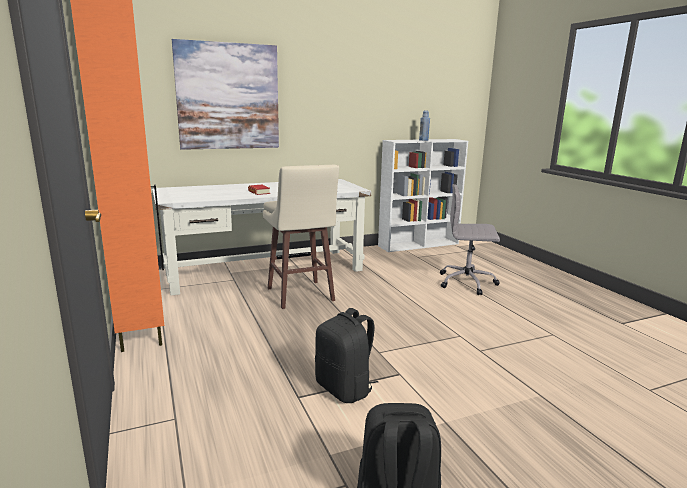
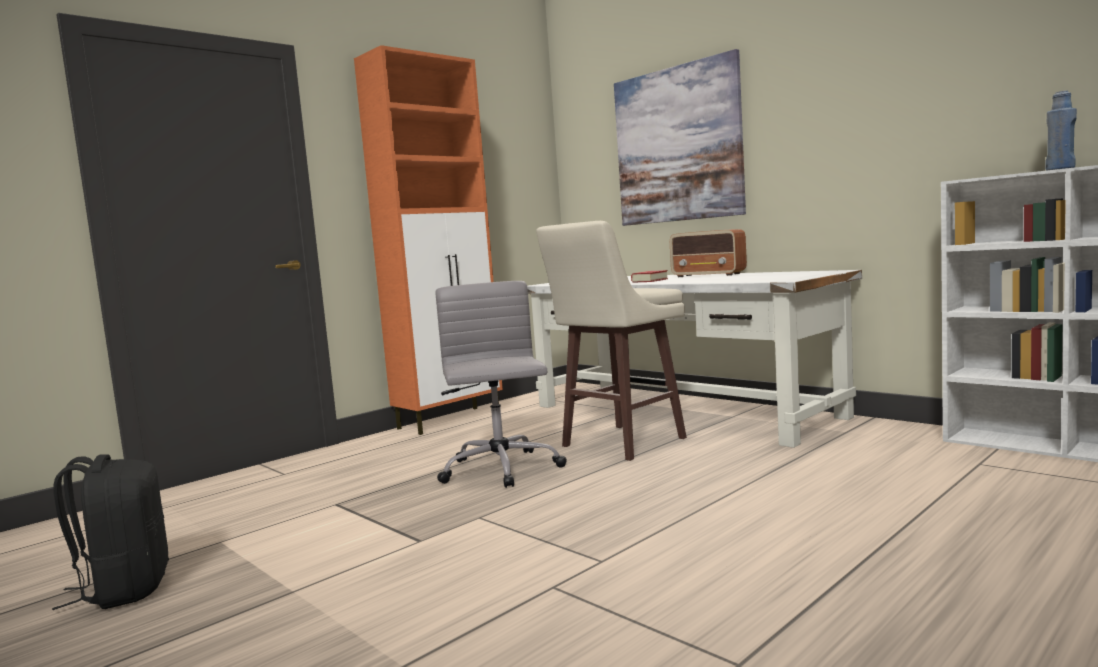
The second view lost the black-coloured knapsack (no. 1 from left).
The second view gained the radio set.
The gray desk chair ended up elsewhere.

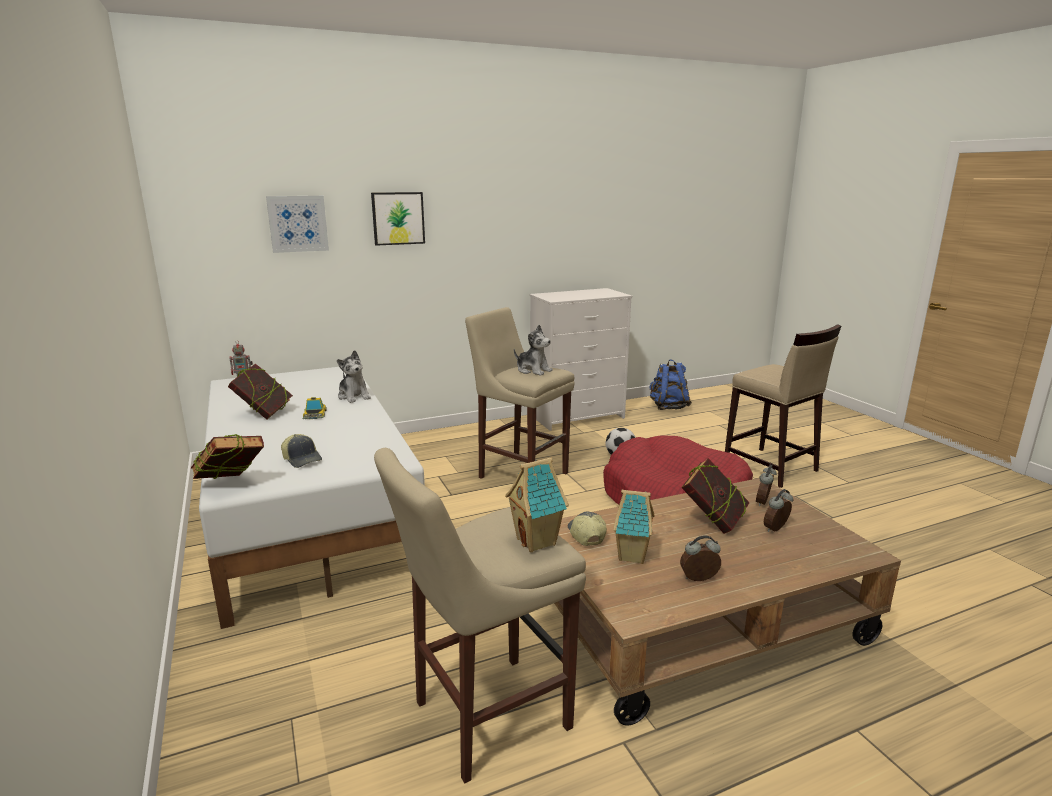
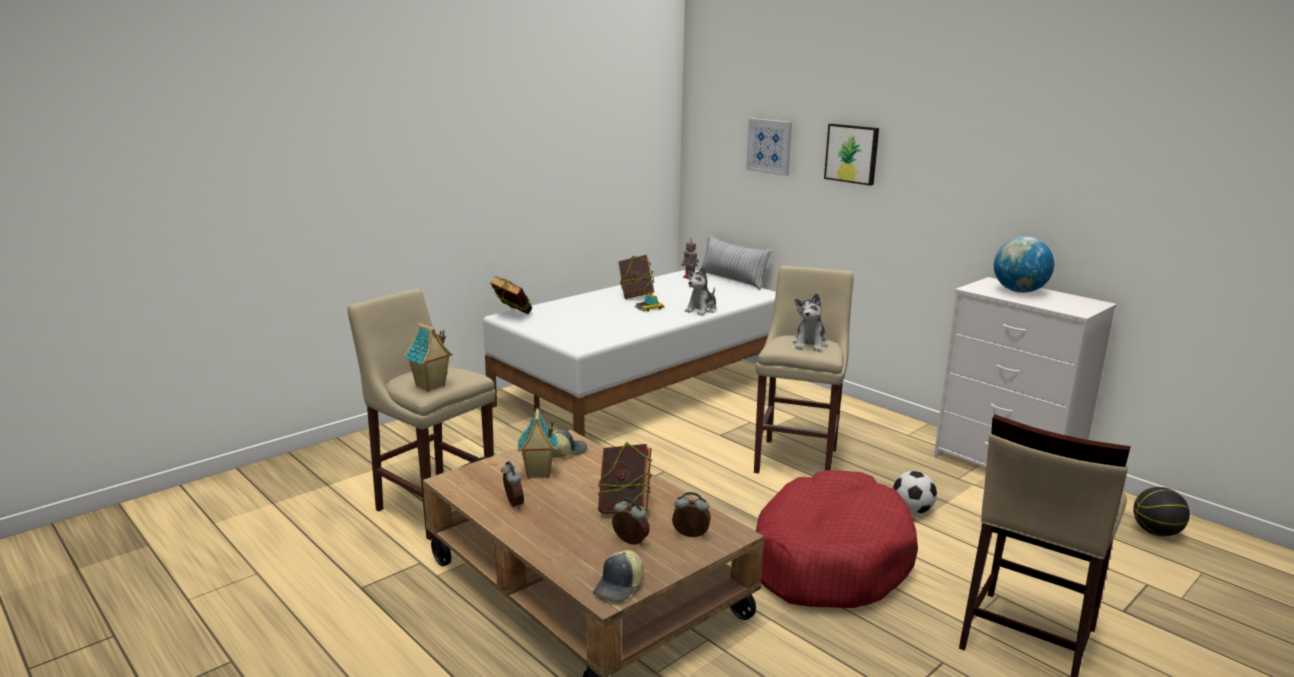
The second view gained the throw pillow.
The second view gained the desk globe.
The baseball cap (no. 1 from left in the first image) ended up elsewhere.
Where the blue-coloured knapsack stood, the basketball ball came to stand.

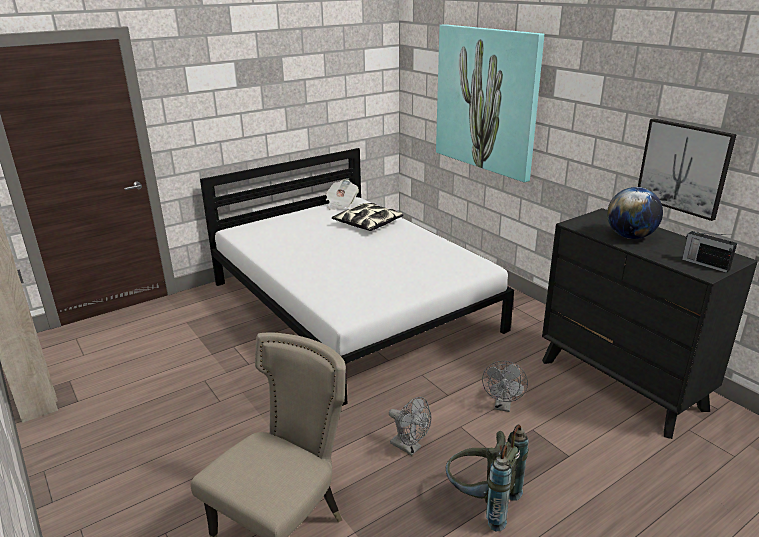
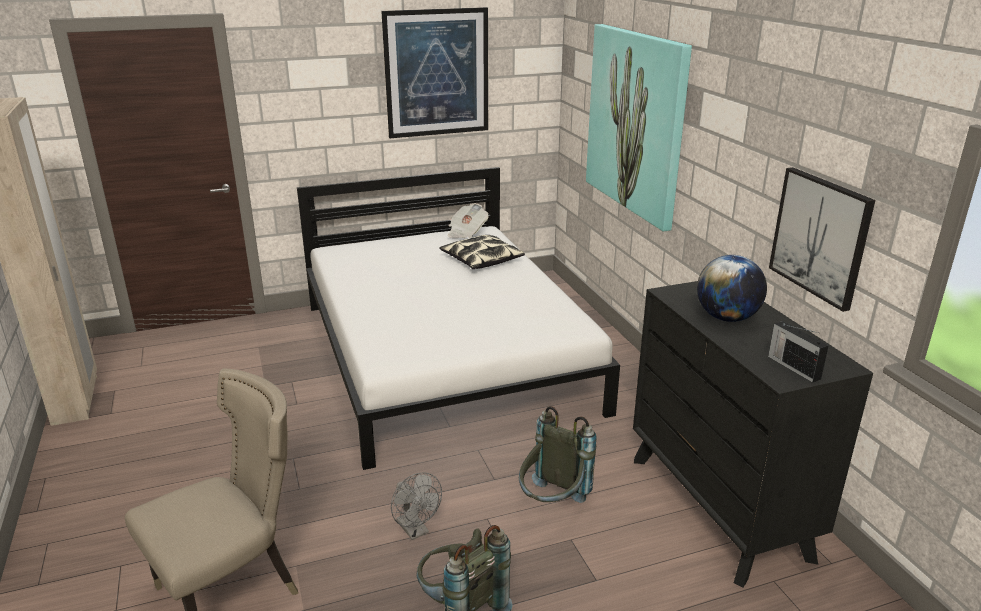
The second view gained the picture (no. 1 from left).
Where the gray cooling fan (no. 2 from left) stood, the gray knapsack (no. 2 from left) came to stand.

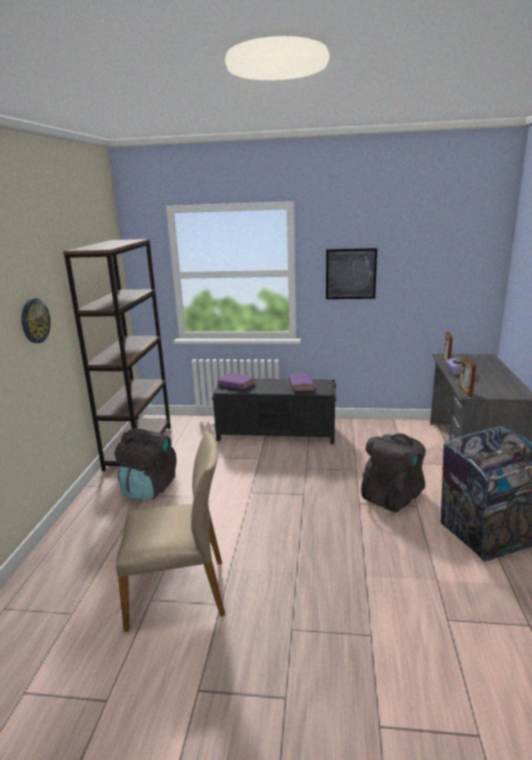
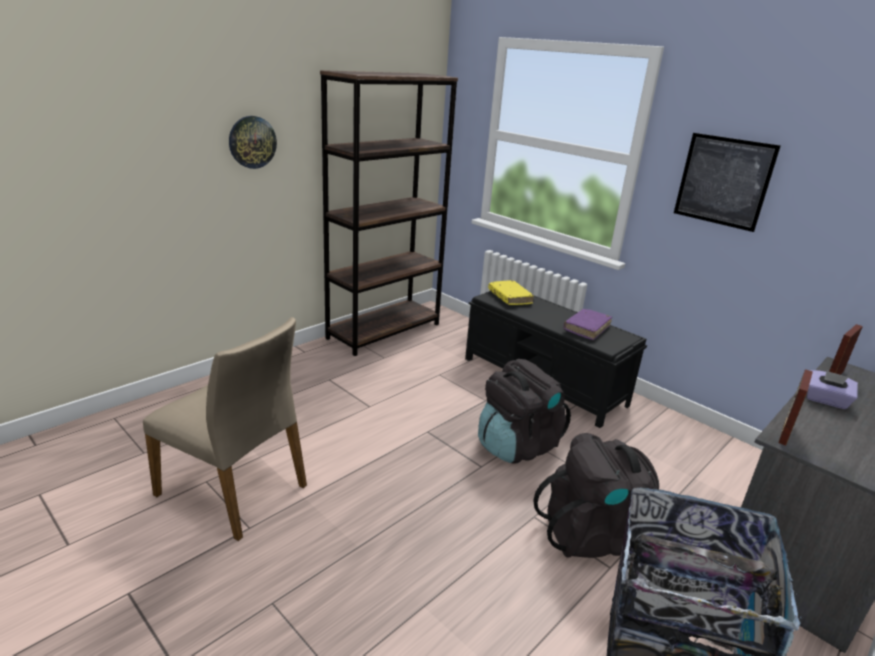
The black-coloured knapsack (no. 1 from left) ended up elsewhere.
What was the purple book (no. 1 from left) turned into the yellowish book.

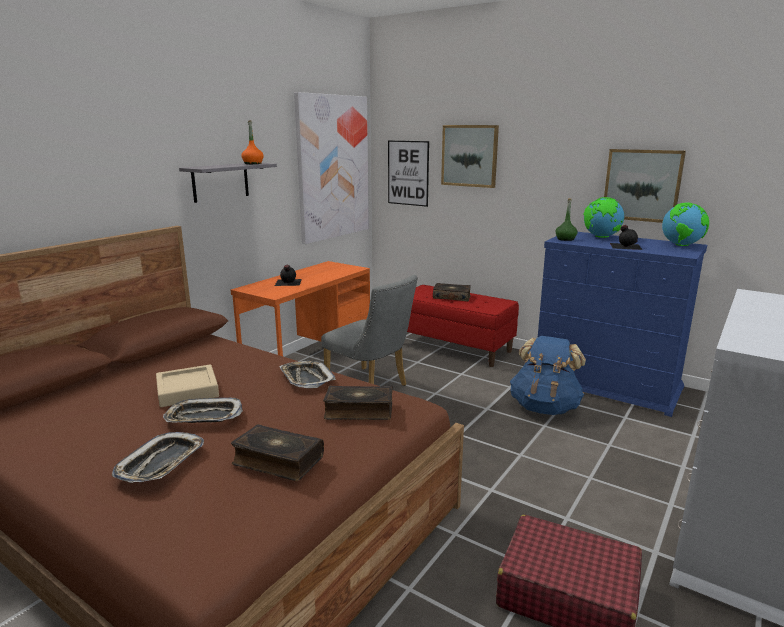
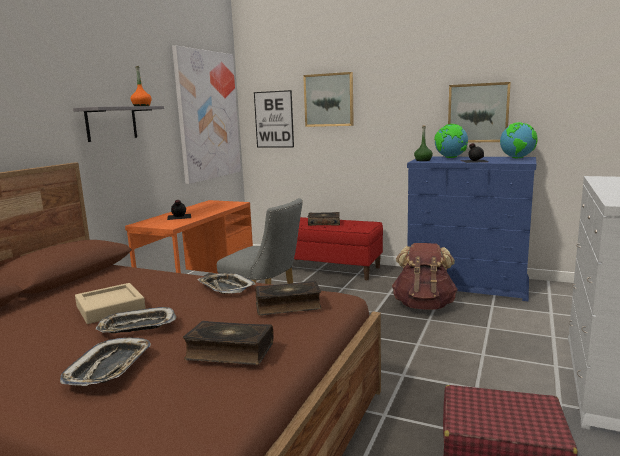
What was the blue-coloured knapsack turned into the brown knapsack.

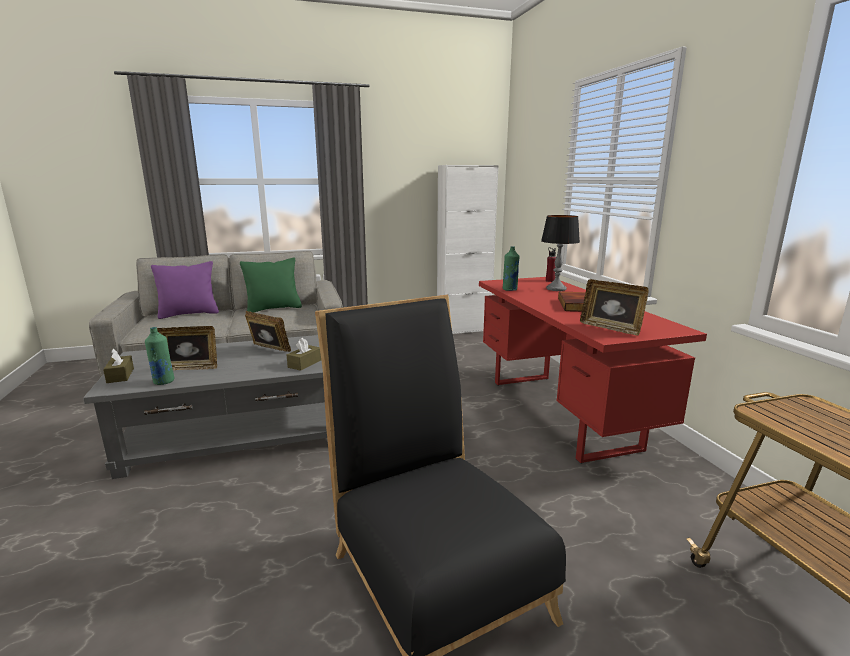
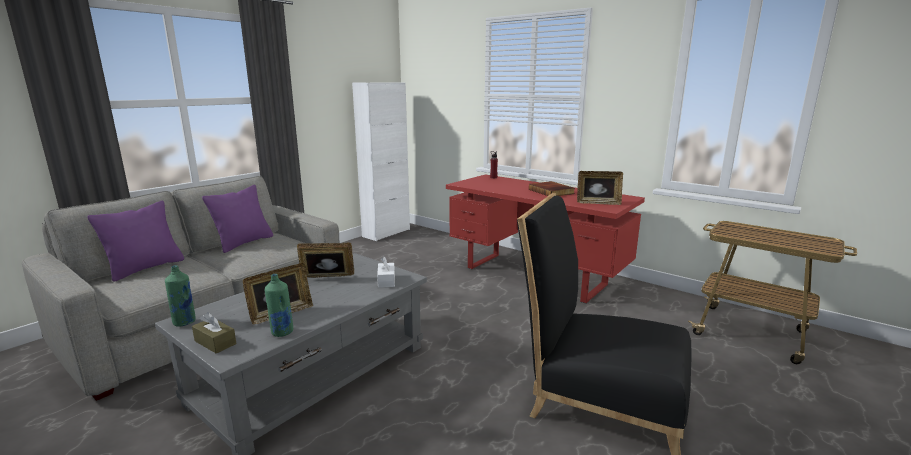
The second view lost the tabletop lamp.
The green-coloured beverage bottle (no. 2 from left in the first image) ended up elsewhere.
What was the green-coloured throw pillow turned into the purple throw pillow (no. 2 from left).
What was the brown tissue holder (no. 2 from left) turned into the white-coloured tissue holder.

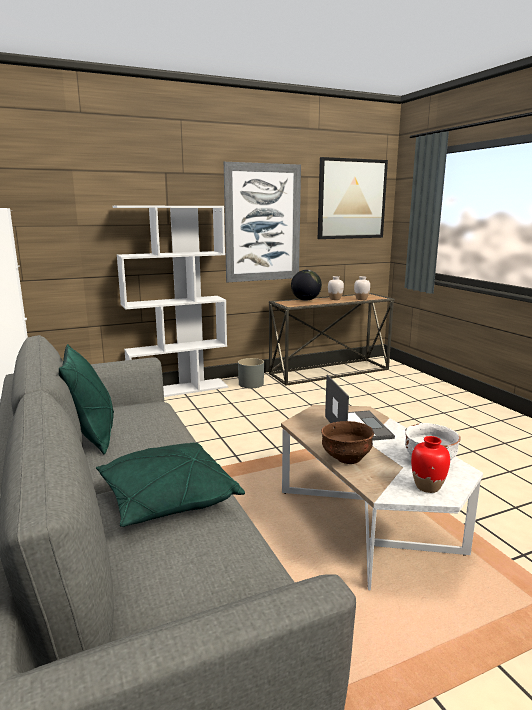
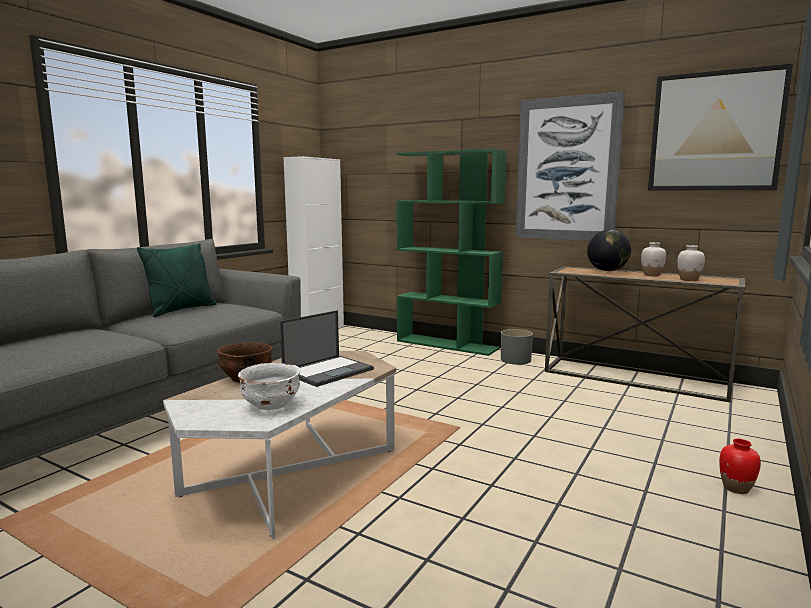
The second view lost the green-coloured throw pillow (no. 2 from left).
The reddish decorative vase ended up elsewhere.
What was the white-coloured bookcase turned into the green-coloured bookcase.

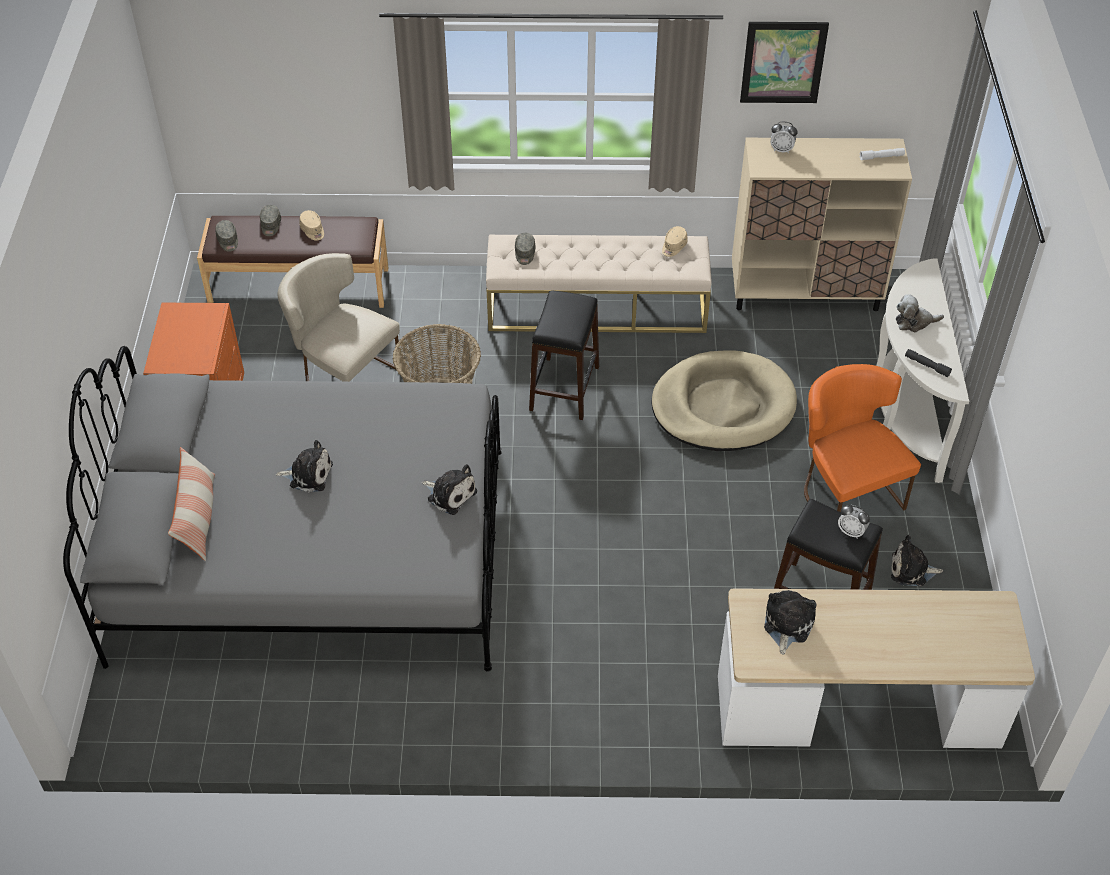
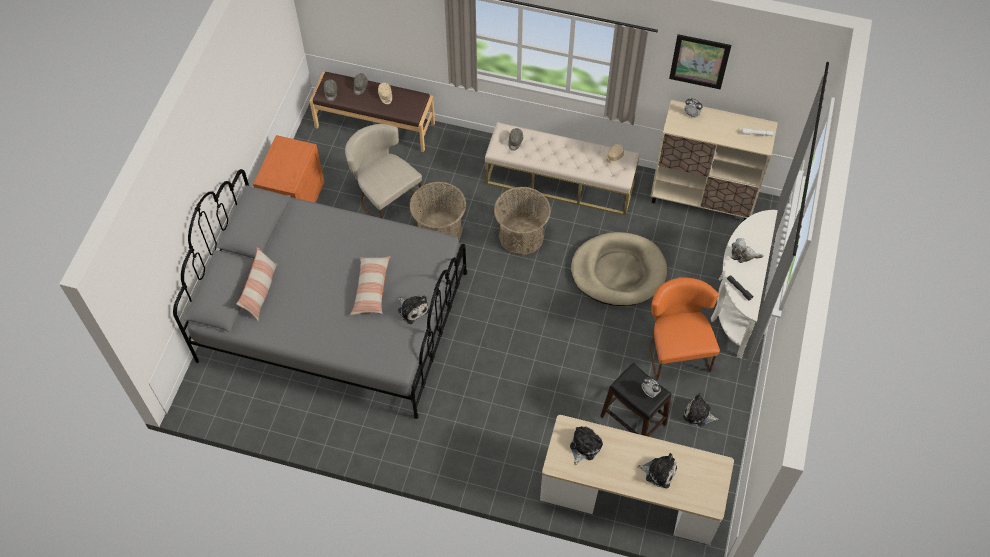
The second view gained the throw pillow (no. 2 from left).
The plush toy (no. 1 from left in the first image) ended up elsewhere.
Where the black-coloured stool (no. 1 from left) stood, the household basket (no. 2 from left) came to stand.

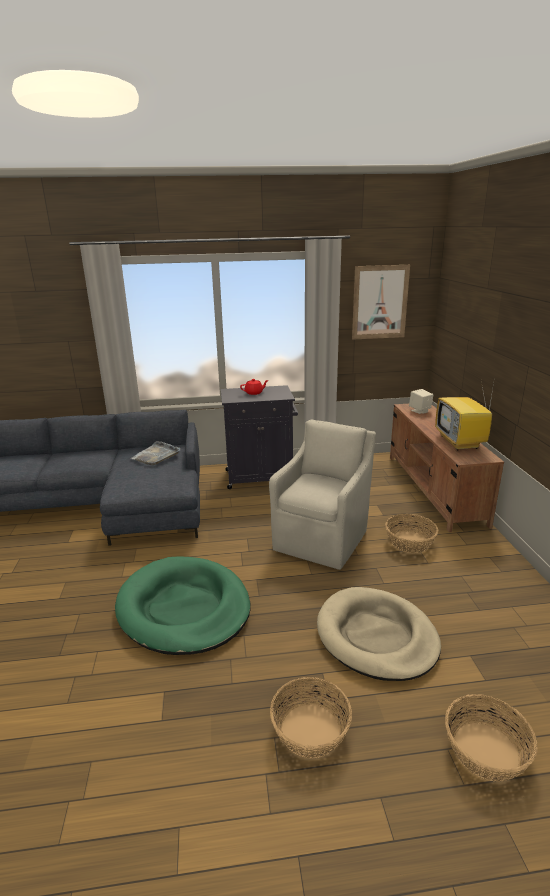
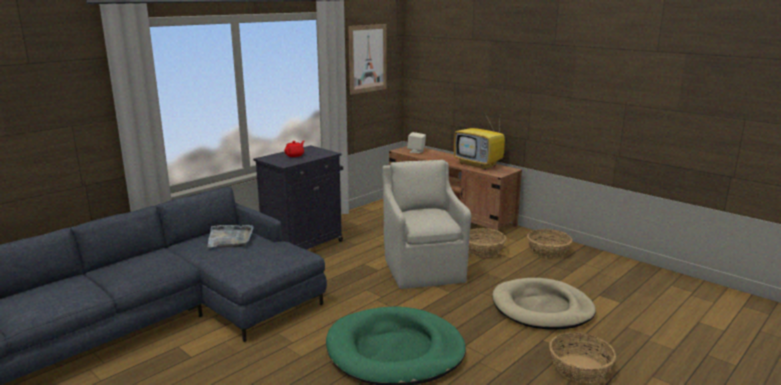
The household basket (no. 3 from left in the first image) ended up elsewhere.

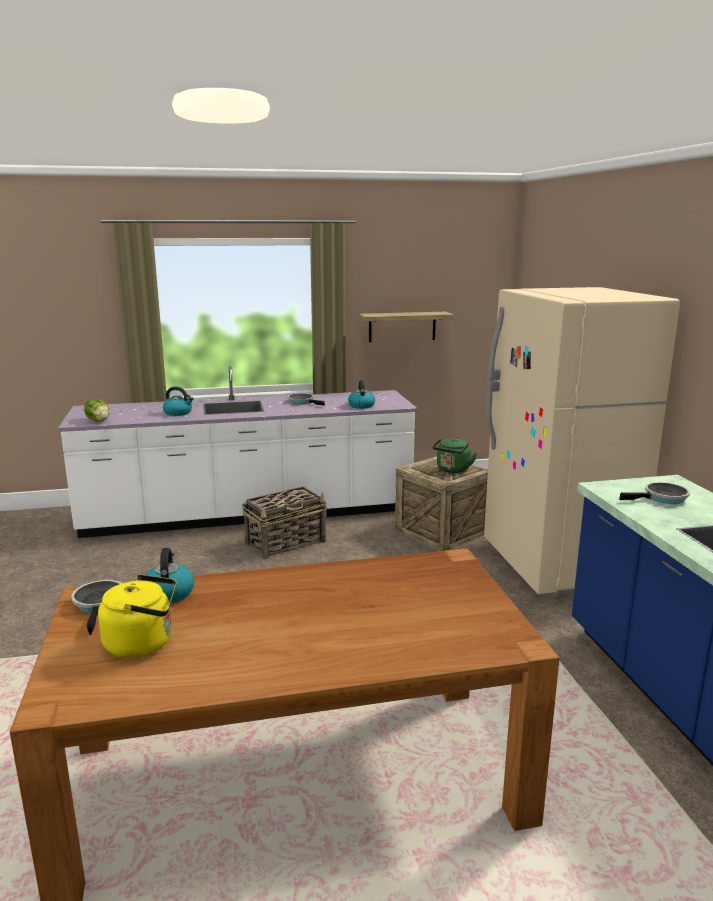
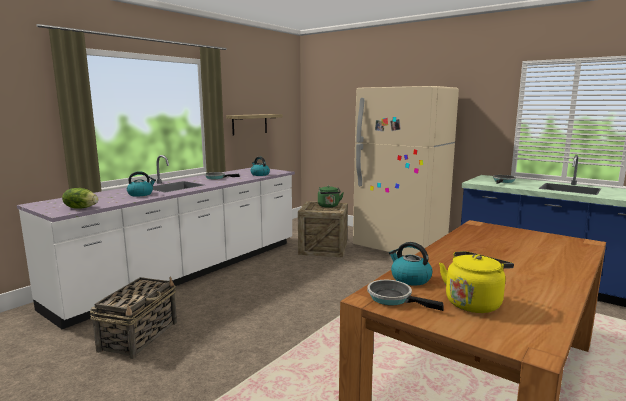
The household basket ended up elsewhere.

